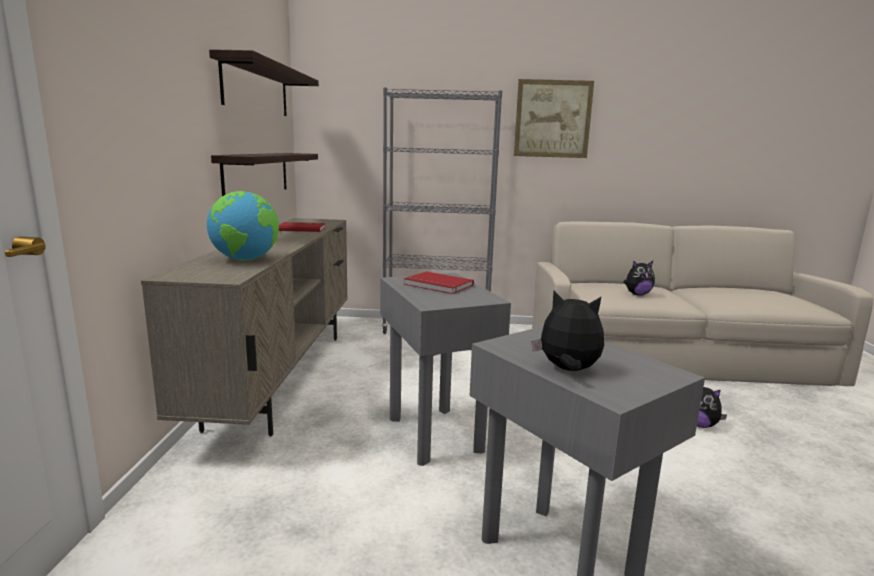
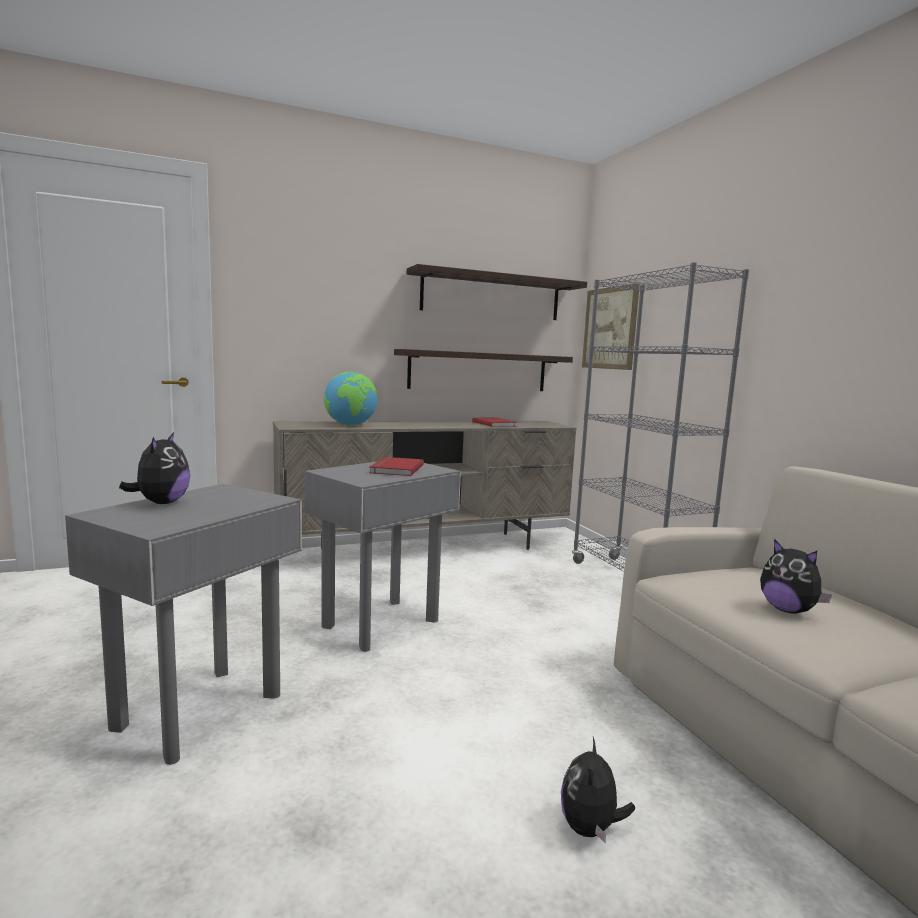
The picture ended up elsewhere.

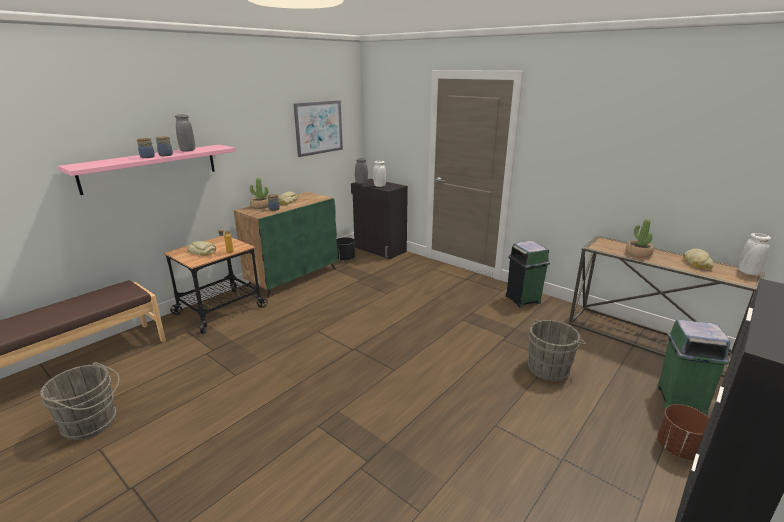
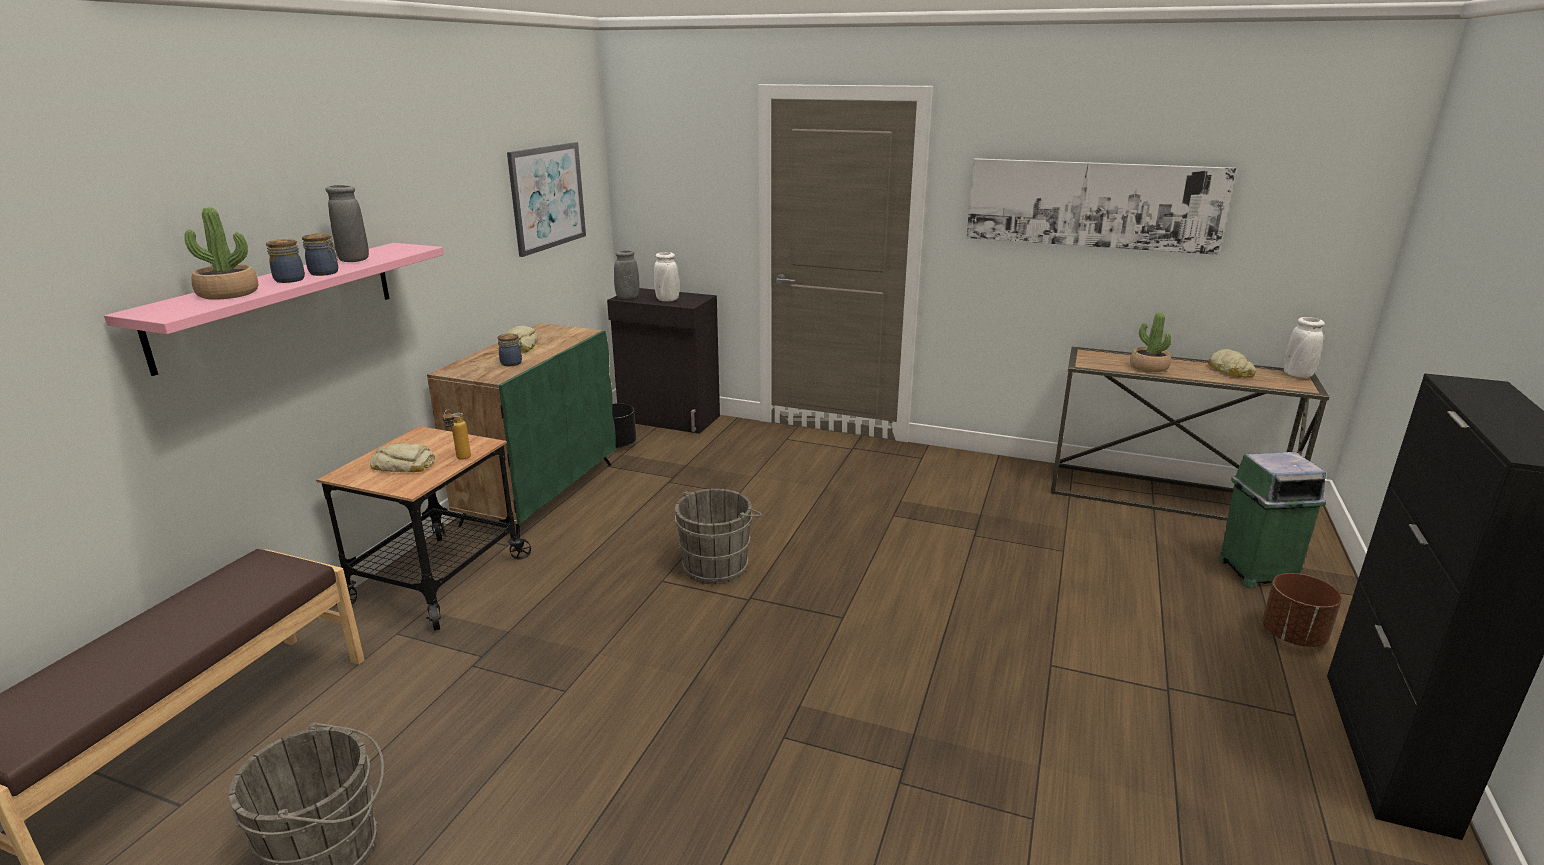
The second view lost the green-coloured rubbish bin (no. 1 from left).
The second view gained the picture (no. 2 from left).
The plant in a pot (no. 1 from left) ended up elsewhere.
The gray water bucket (no. 2 from left) ended up elsewhere.

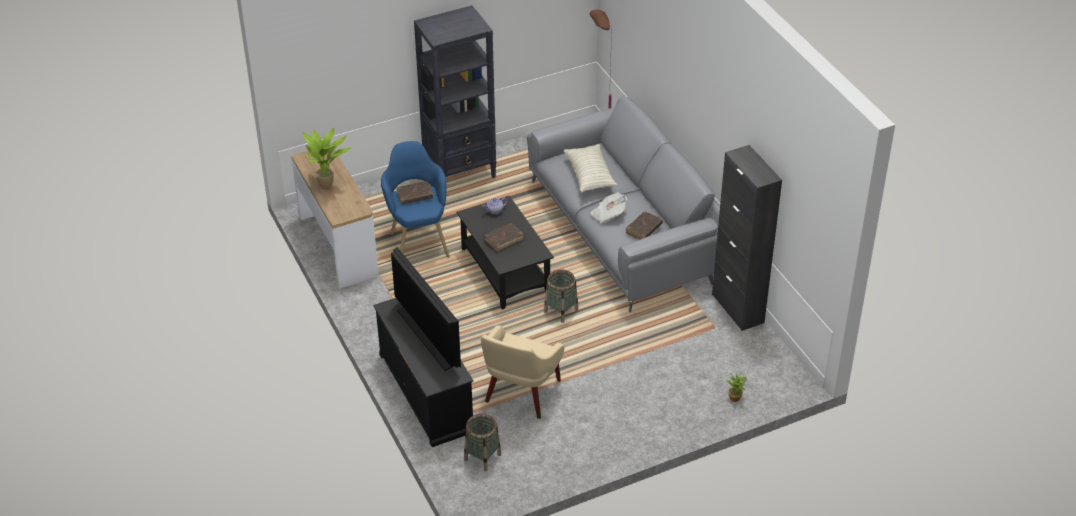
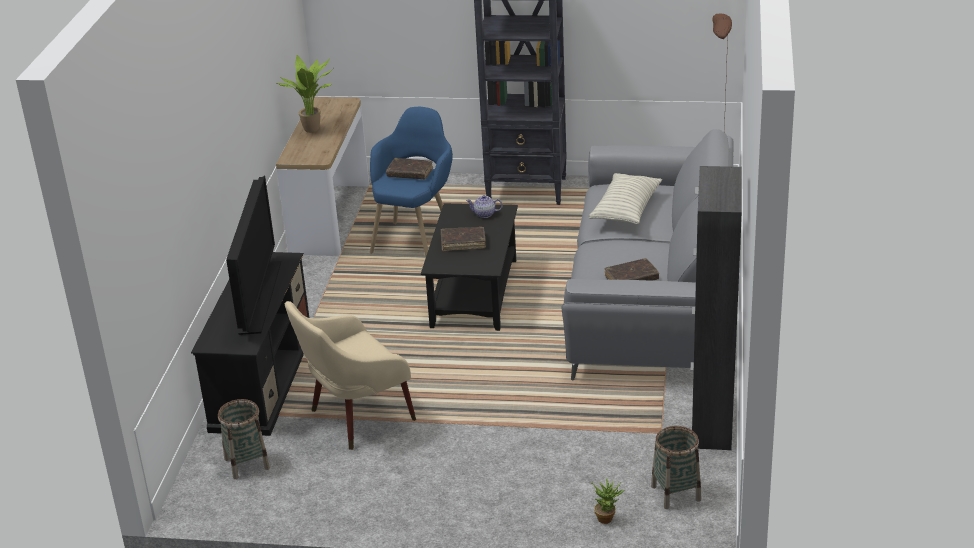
The second view lost the daily paper.
The household basket (no. 2 from left) ended up elsewhere.

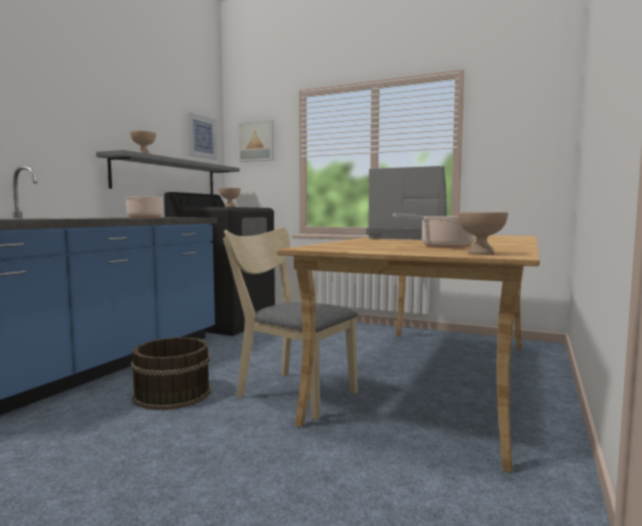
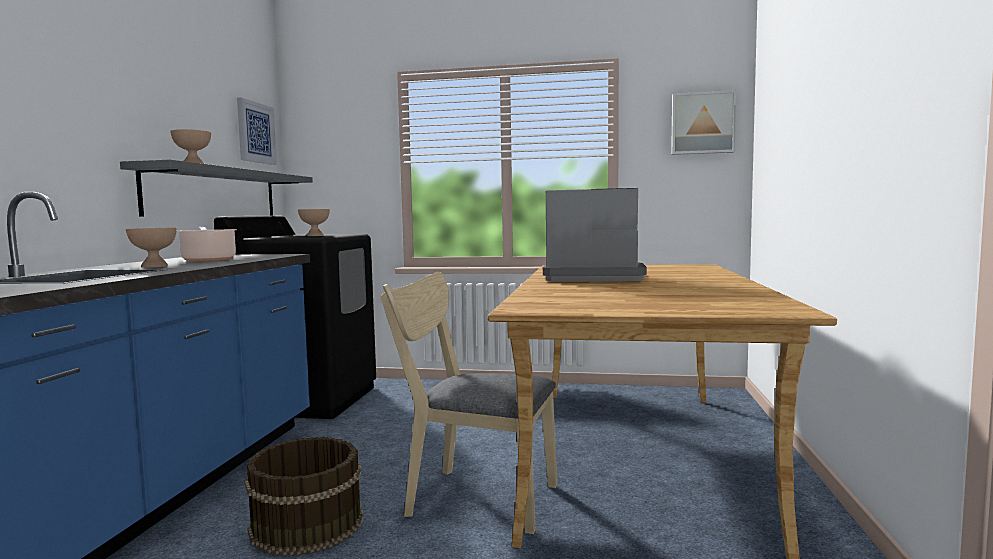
The second view lost the saucepot (no. 2 from left).
The picture (no. 2 from left) ended up elsewhere.
The beige-coloured bowl (no. 3 from left in the first image) ended up elsewhere.

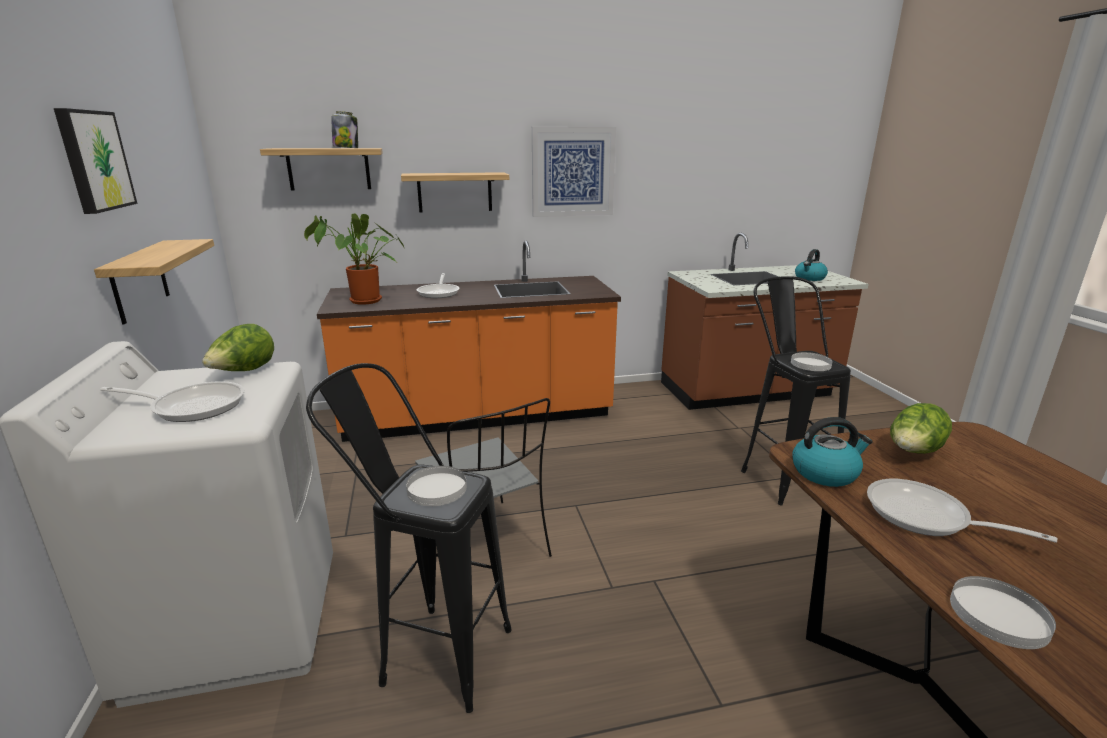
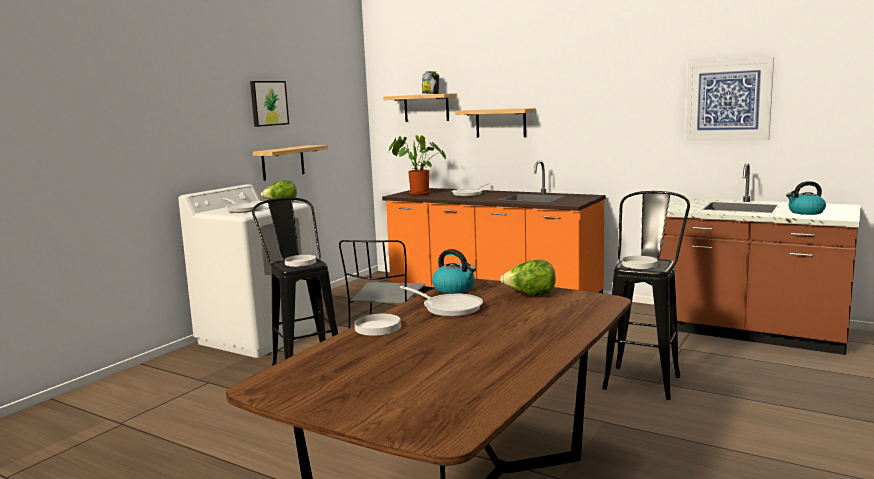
The picture (no. 2 from left) ended up elsewhere.
The pan (no. 3 from left in the first image) ended up facing another way, 135 degrees clockwise from before.

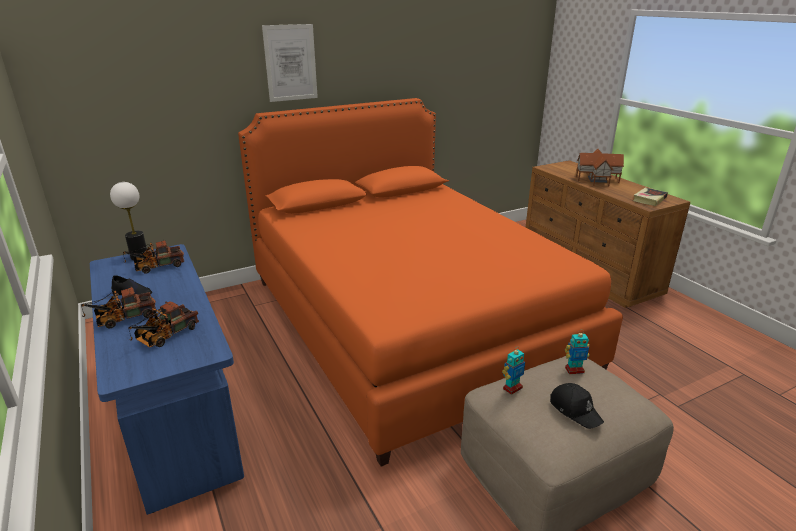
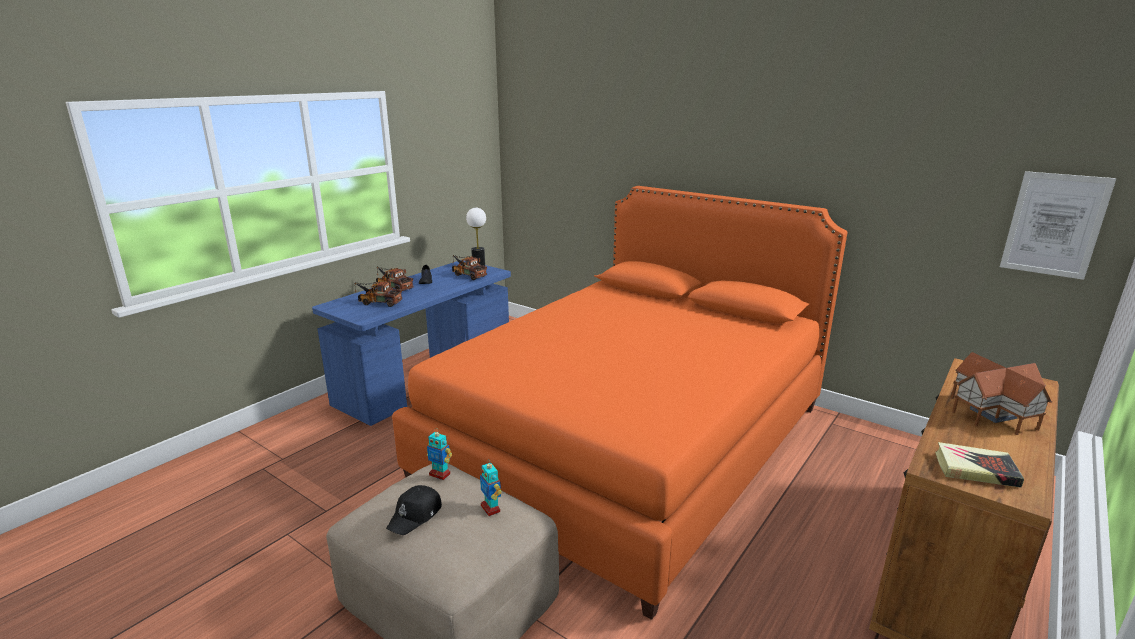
The picture ended up elsewhere.

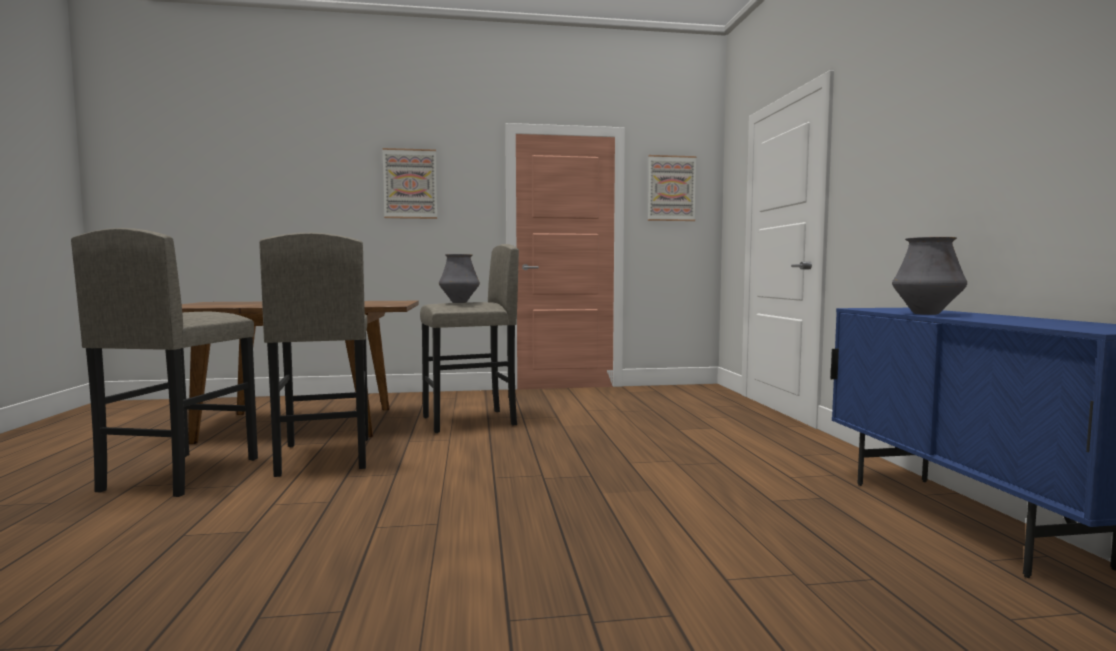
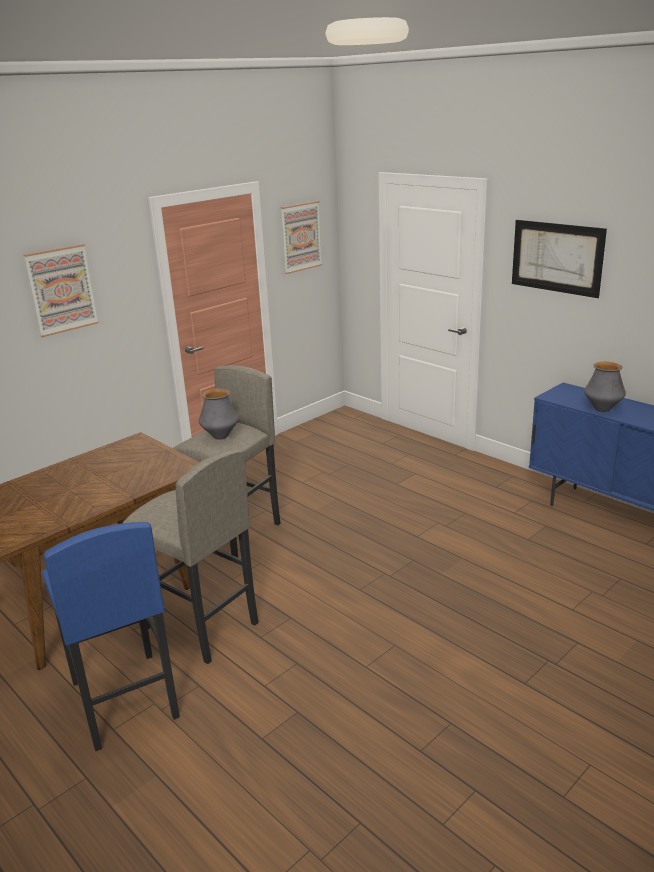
The second view gained the picture (no. 3 from left).
What was the gray stool (no. 1 from left) turned into the blue-coloured stool.

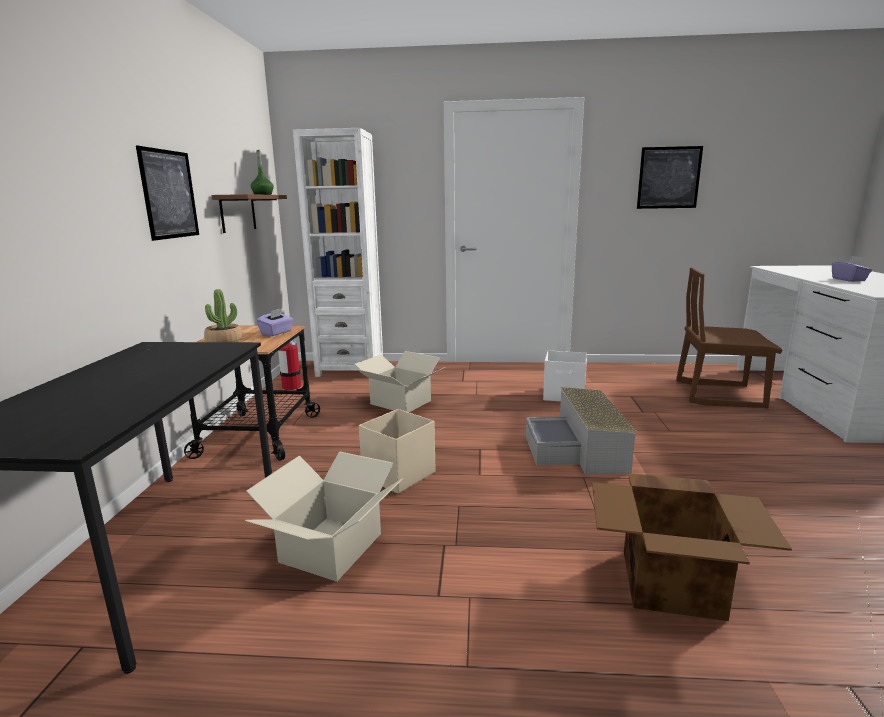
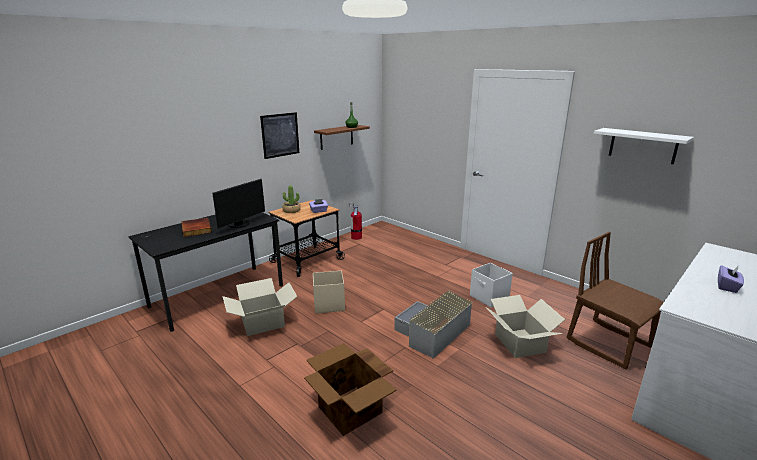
The second view lost the white-coloured bookcase.
The second view gained the book.
The second view gained the monitor.
The carton (no. 2 from left in the first image) ended up elsewhere.
Where the picture (no. 2 from left) hung, the white-coloured bracket shelf came to hang.

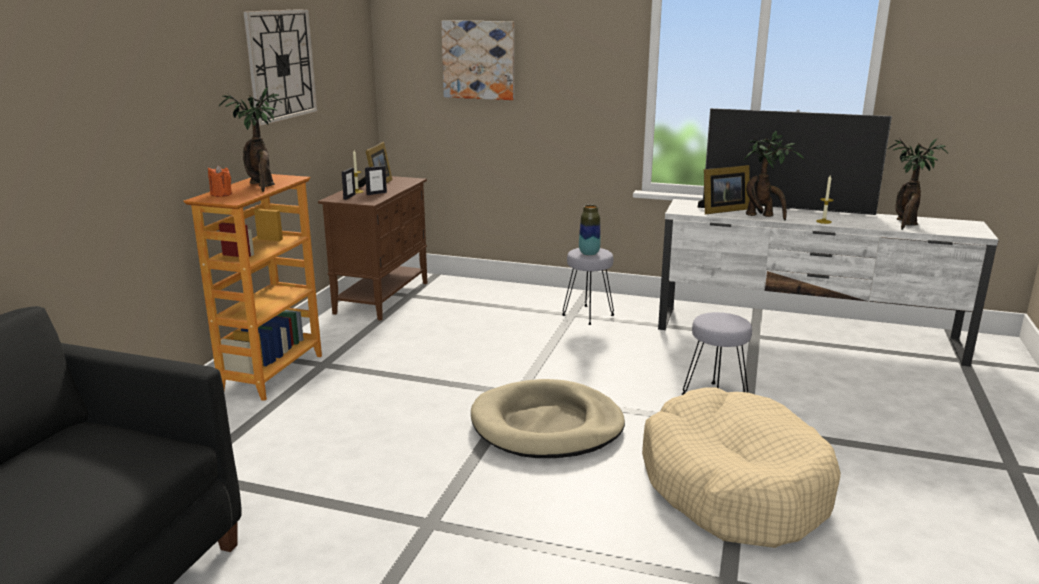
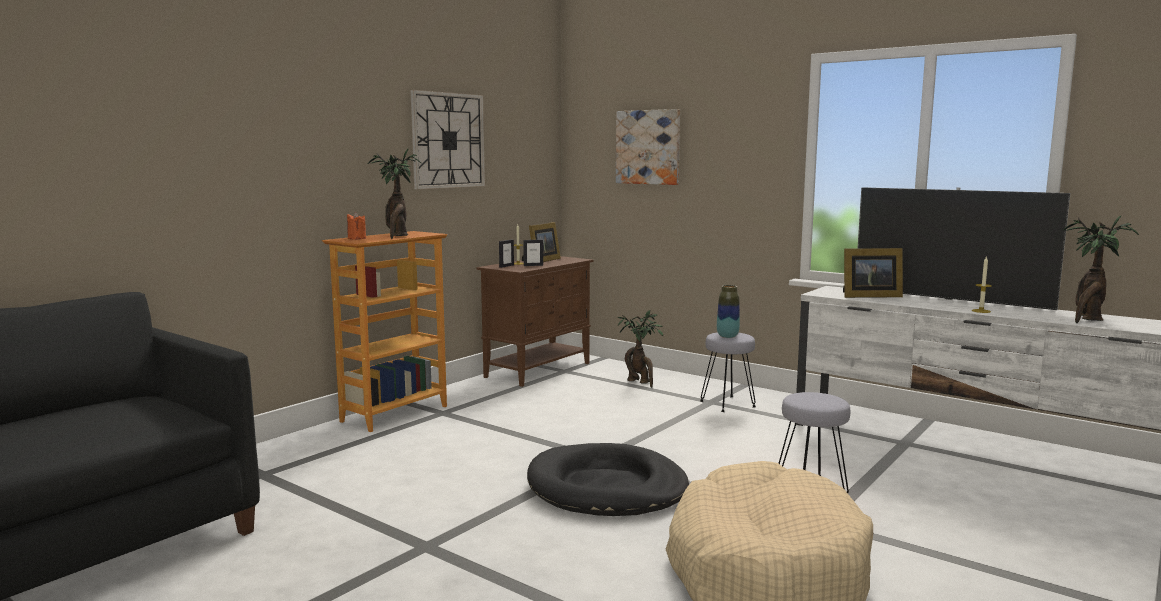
The plant in a pot (no. 2 from left) ended up elsewhere.
What was the beige-coloured pet bed (no. 1 from left) turned into the black-coloured pet bed.

